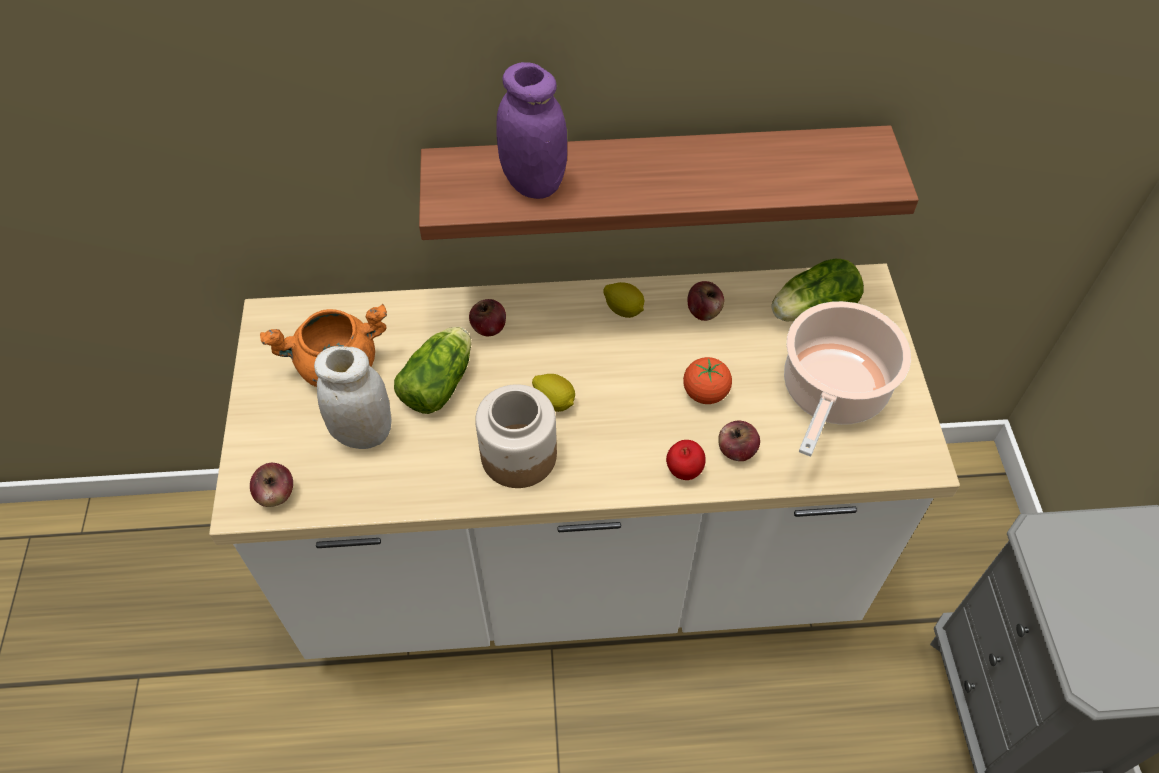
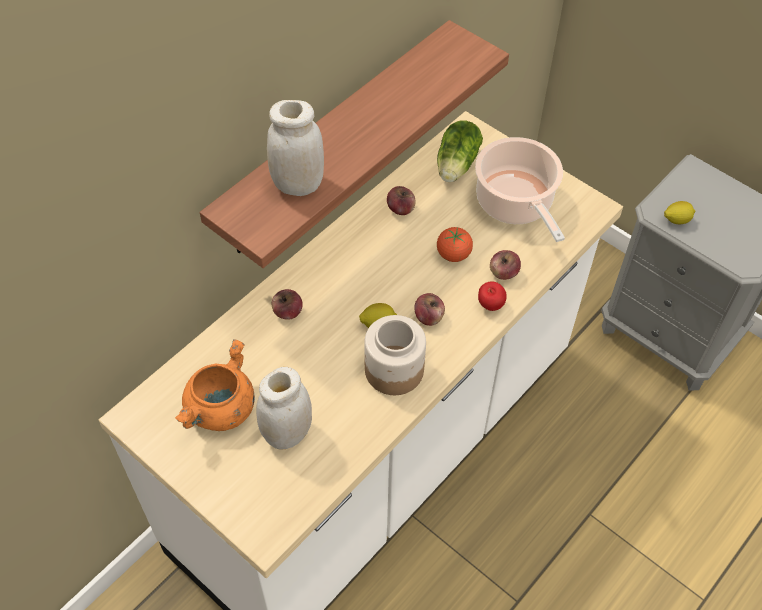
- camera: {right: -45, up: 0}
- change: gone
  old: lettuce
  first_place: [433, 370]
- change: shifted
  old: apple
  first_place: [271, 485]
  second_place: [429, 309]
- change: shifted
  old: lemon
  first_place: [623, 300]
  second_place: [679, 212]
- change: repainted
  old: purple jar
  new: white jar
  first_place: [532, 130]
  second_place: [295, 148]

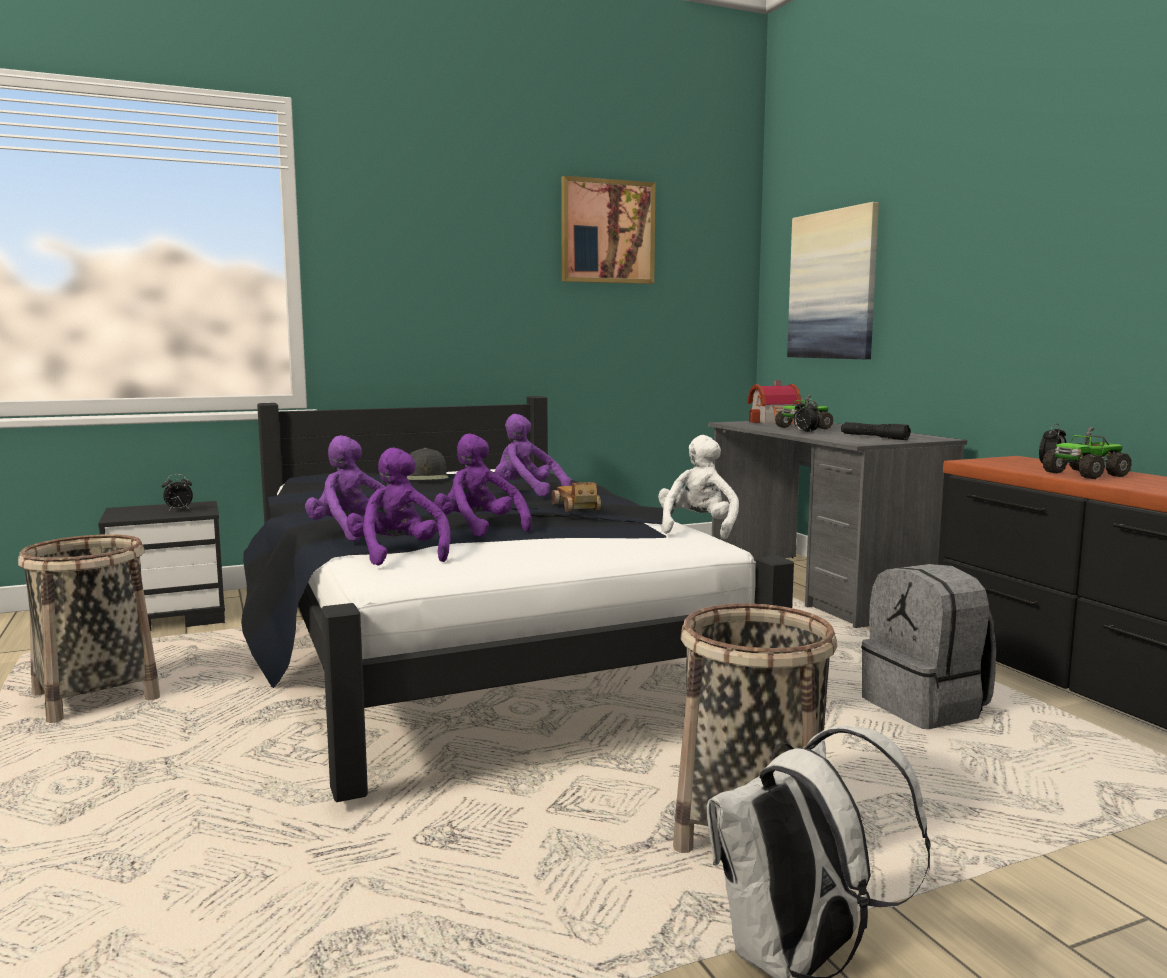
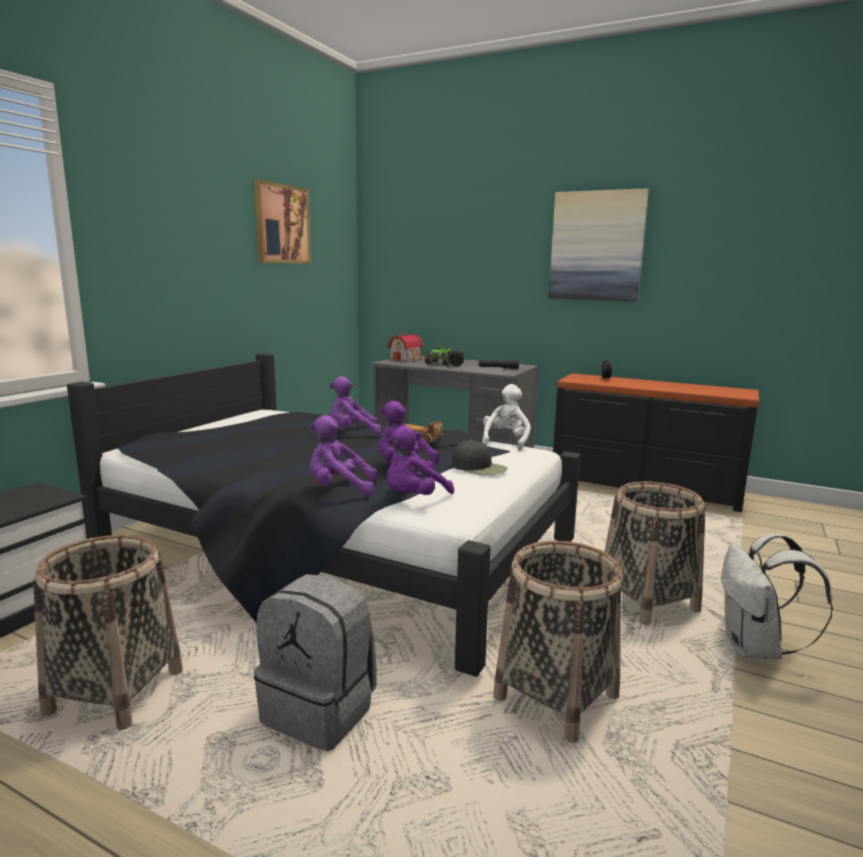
- camera: {right: -40, up: 5}
- change: gone
  old: alarm clock
  first_place: [177, 492]
- change: gone
  old: toy truck
  first_place: [1087, 453]
- change: new
  new: basket
  second_place: [558, 642]
- change: shifted
  old: black cap
  first_place: [428, 464]
  second_place: [480, 458]
- change: shifted
  old: picture
  first_place: [833, 280]
  second_place: [599, 245]
- change: shifted
  old: grey backpack
  first_place: [928, 646]
  second_place: [315, 662]
- change: rotated
  old: purple plush toy
  first_place: [398, 506]
  second_place: [420, 460]
  degrees: -75
- change: rotated
  old: white plush toy
  first_place: [698, 487]
  second_place: [506, 417]
  degrees: 45

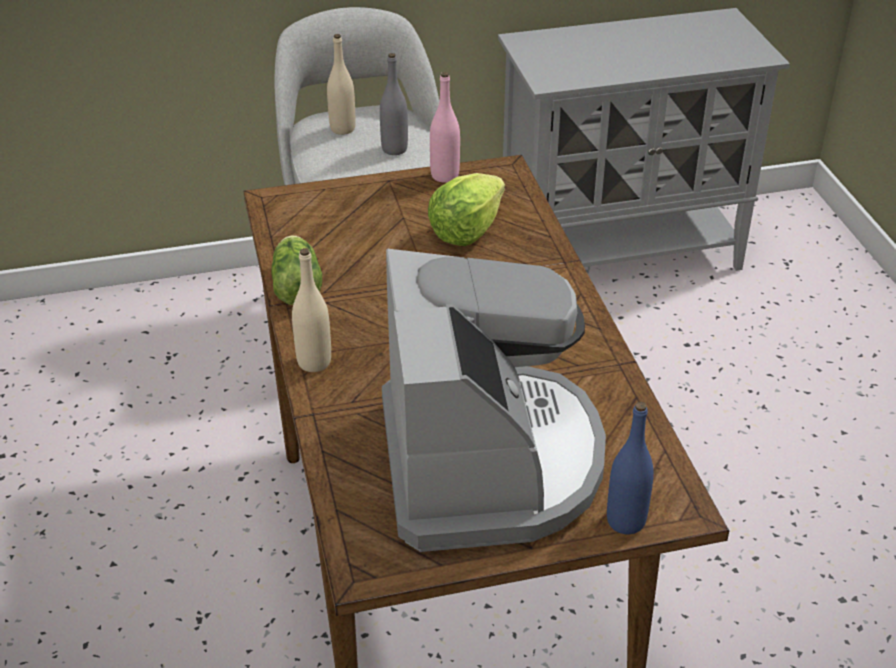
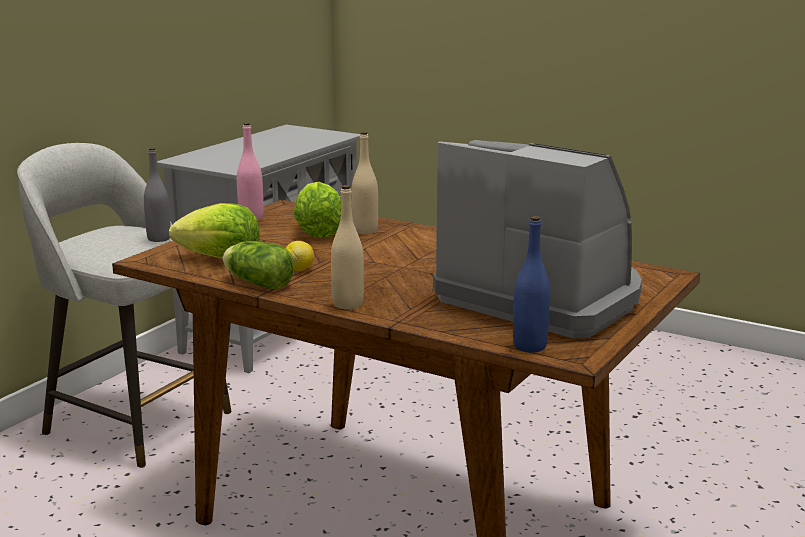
- camera: {right: -45, up: -20}
- change: new
  new: lettuce
  second_place: [214, 230]
- change: new
  new: lemon
  second_place: [300, 256]
- change: shifted
  old: beige bottle
  first_place: [341, 84]
  second_place: [364, 183]
- change: shifted
  old: blue bottle
  first_place: [630, 468]
  second_place: [531, 284]

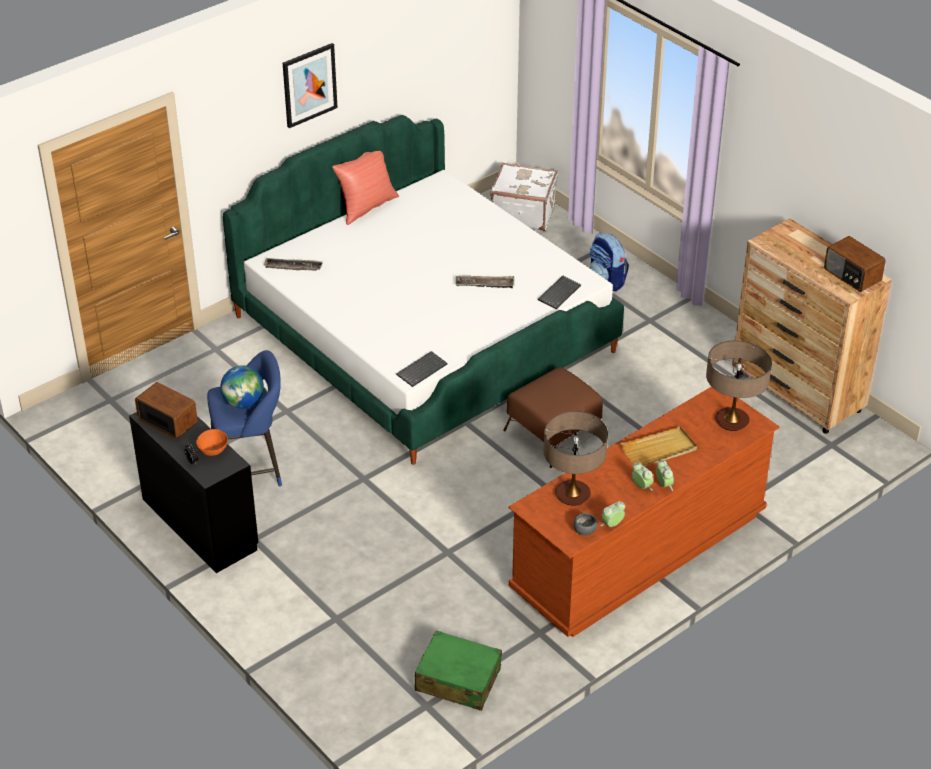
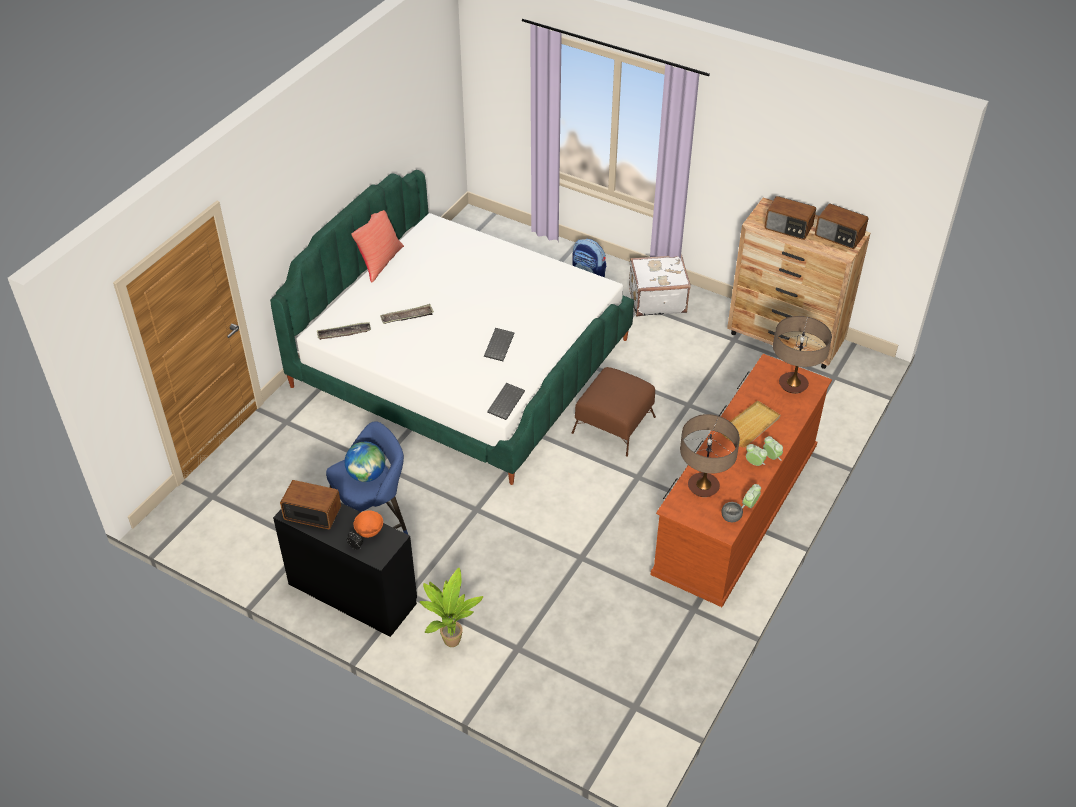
- camera: {right: -20, up: 5}
- change: gone
  old: picture
  first_place: [310, 85]
- change: gone
  old: green suitcase
  first_place: [458, 670]
- change: new
  new: potted plant
  second_place: [451, 607]
- change: new
  new: radio
  second_place: [790, 218]
- change: shifted
  old: tray
  first_place: [485, 282]
  second_place: [407, 314]
- change: shifted
  old: white suitcase
  first_place: [524, 197]
  second_place: [660, 286]
- change: shifted
  old: keyboard
  first_place: [559, 292]
  second_place: [499, 344]

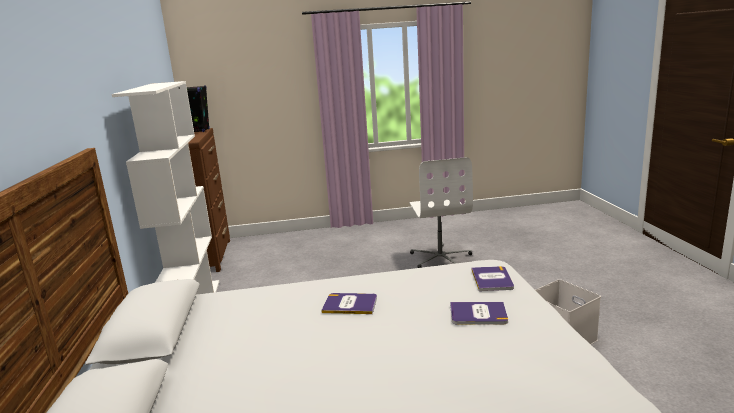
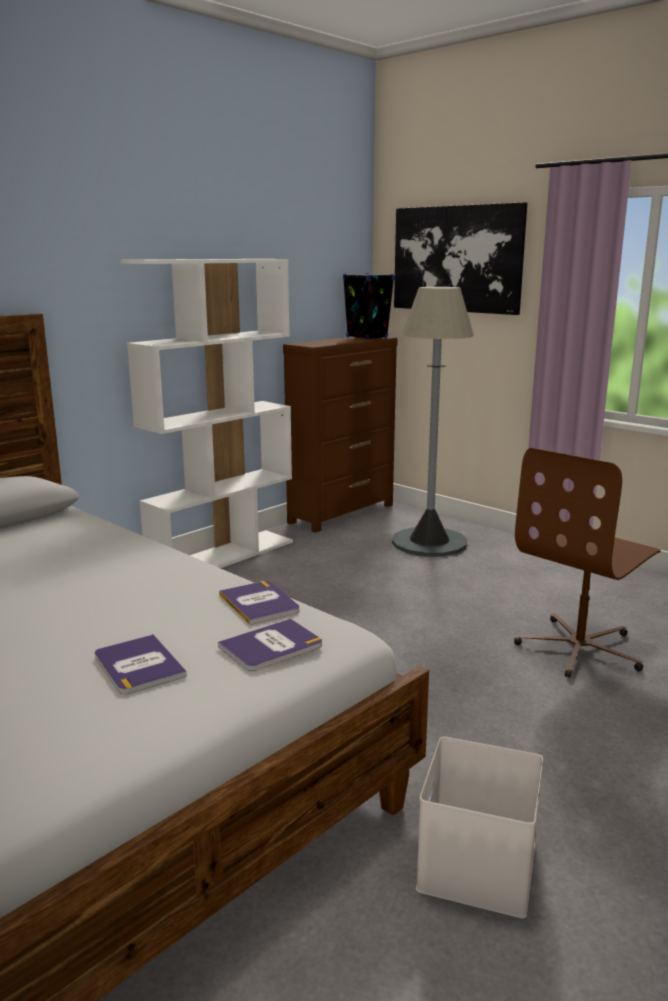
- camera: {right: 50, up: 0}
- change: new
  new: grey floor lamp
  second_place: [433, 422]
- change: new
  new: picture
  second_place: [460, 258]
- change: shifted
  old: book
  first_place: [349, 303]
  second_place: [259, 603]
- change: repainted
  old: white office chair
  new: brown office chair
  first_place: [441, 212]
  second_place: [587, 563]

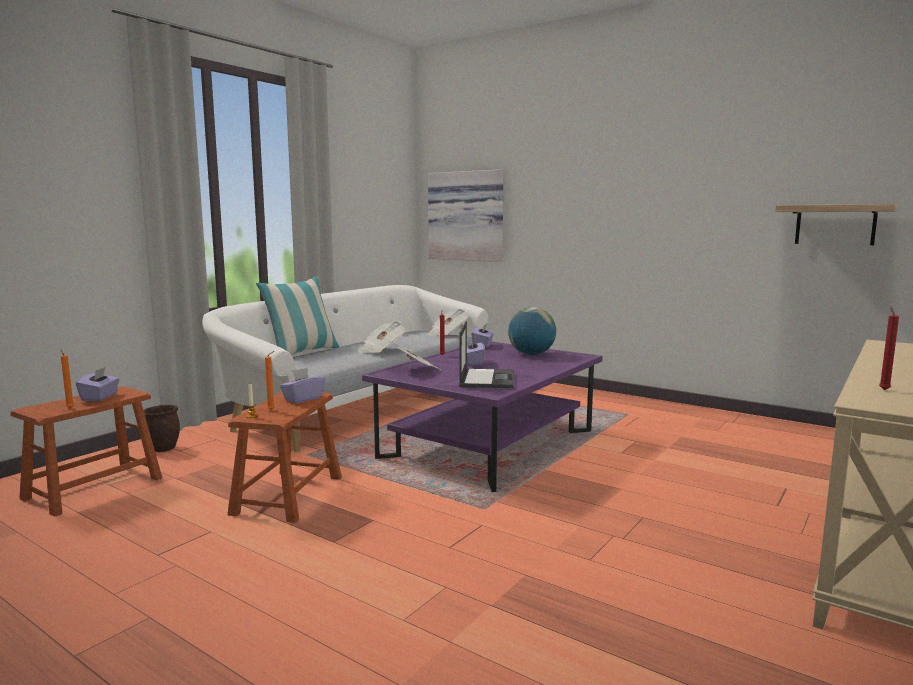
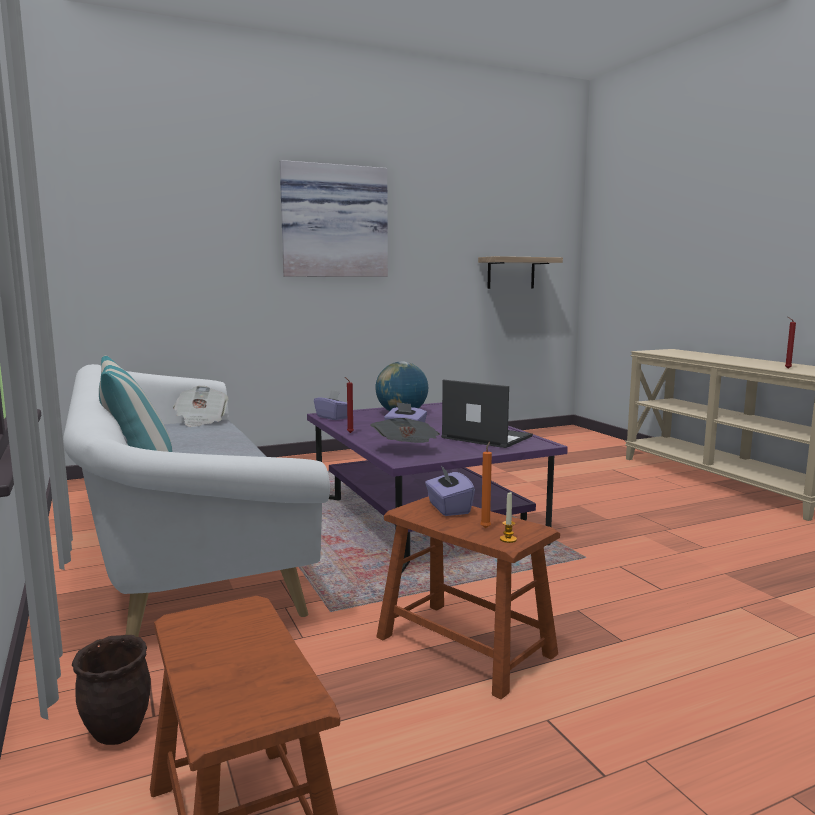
- camera: {right: -60, up: 0}
- change: gone
  old: orange candle
  first_place: [67, 378]
- change: gone
  old: purple tissue box
  first_place: [98, 384]
- change: gone
  old: newspaper
  first_place: [381, 337]
- change: shifted
  old: picture
  first_place: [466, 215]
  second_place: [334, 218]

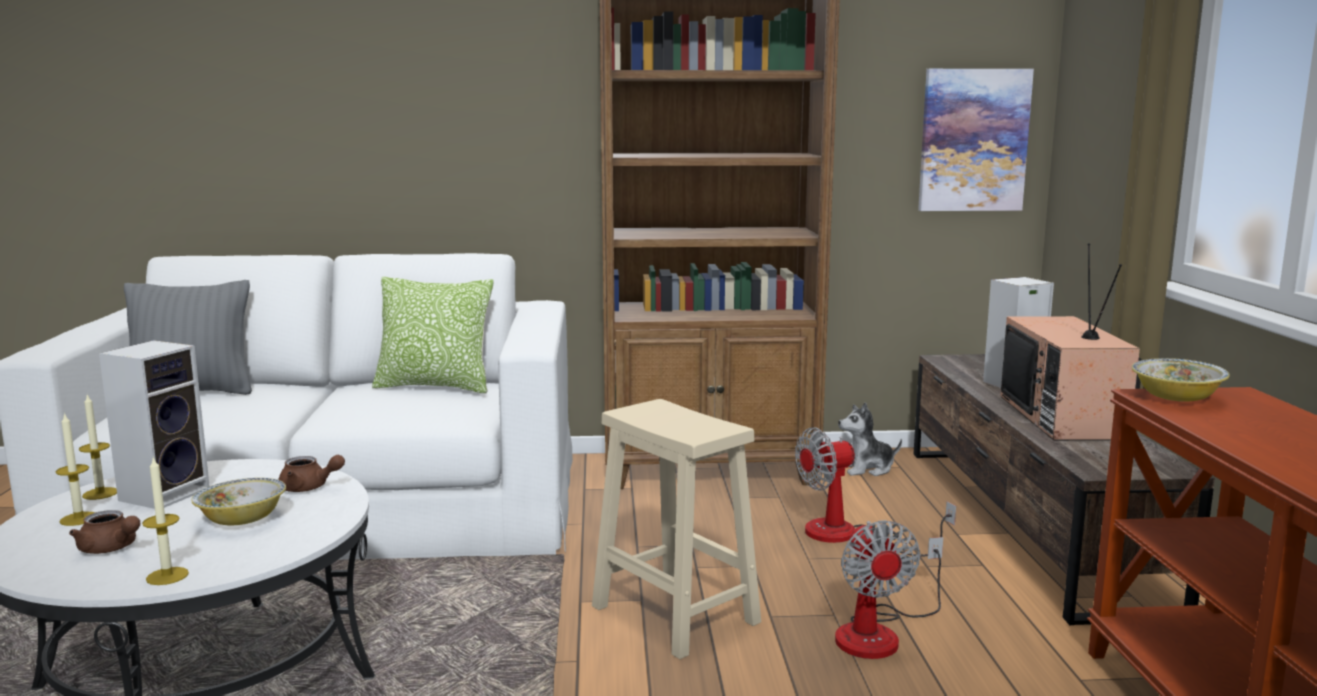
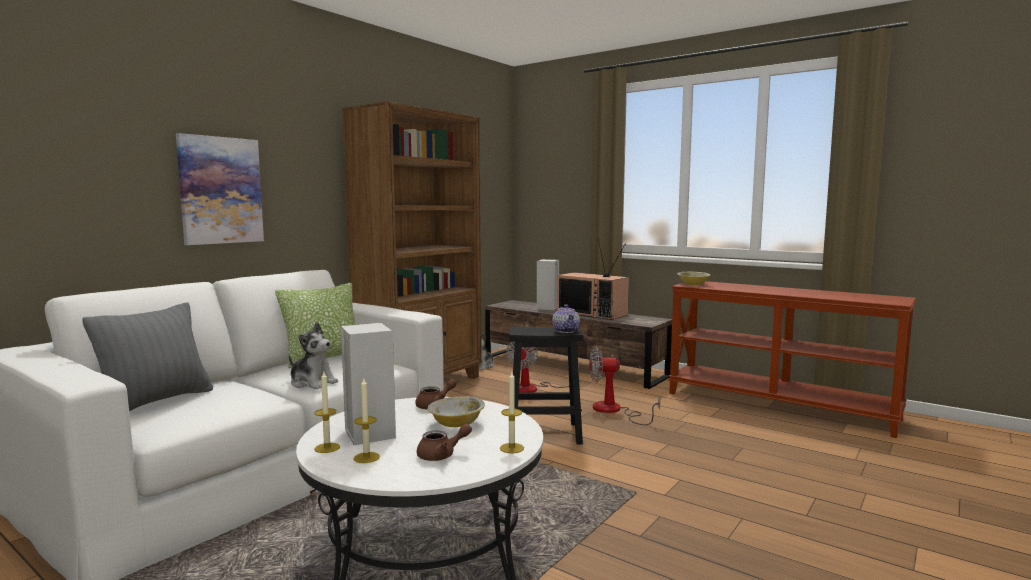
- camera: {right: -50, up: -5}
- change: new
  new: plush toy
  second_place: [313, 355]
- change: new
  new: teapot
  second_place: [566, 319]
- change: shifted
  old: picture
  first_place: [976, 140]
  second_place: [220, 189]
- change: repainted
  old: beige stool
  new: black stool
  first_place: [676, 529]
  second_place: [546, 385]
- change: rotated
  old: fan
  first_place: [889, 589]
  second_place: [624, 386]
  degrees: 150

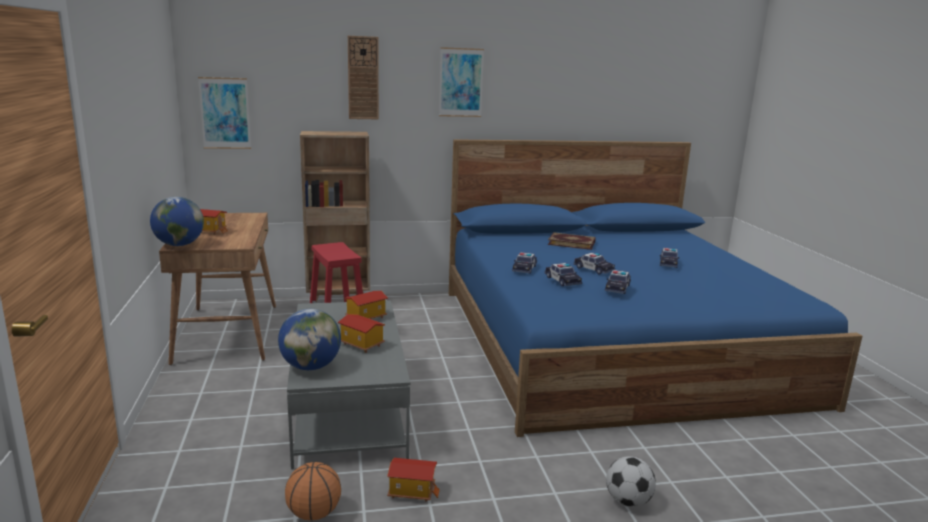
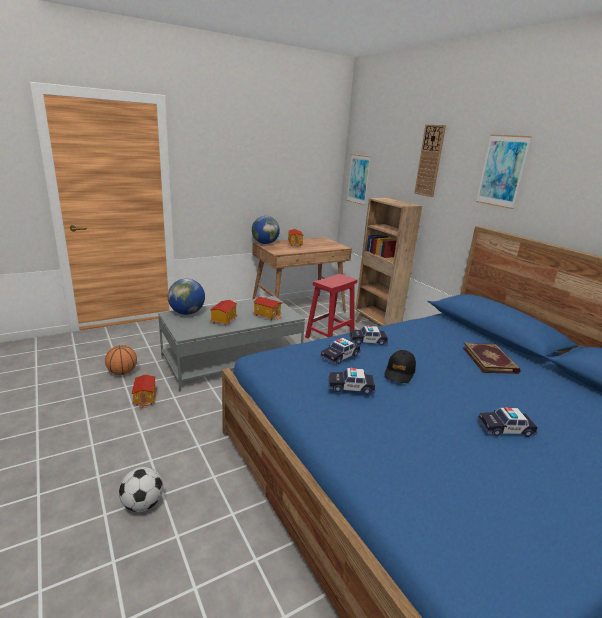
- camera: {right: 70, up: 5}
- change: swapped
  old: toy car
  new: black cap
  first_place: [594, 264]
  second_place: [400, 366]

